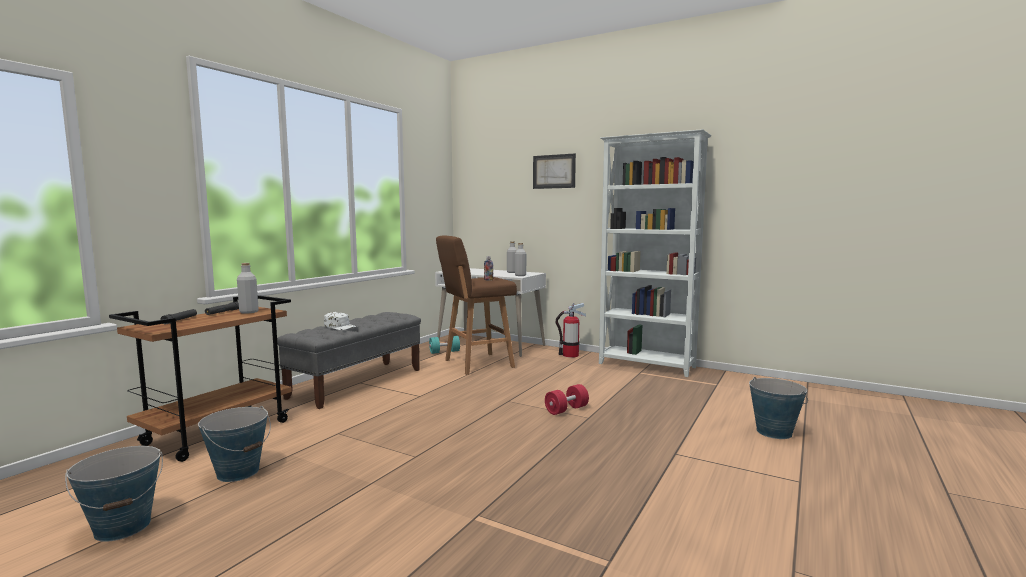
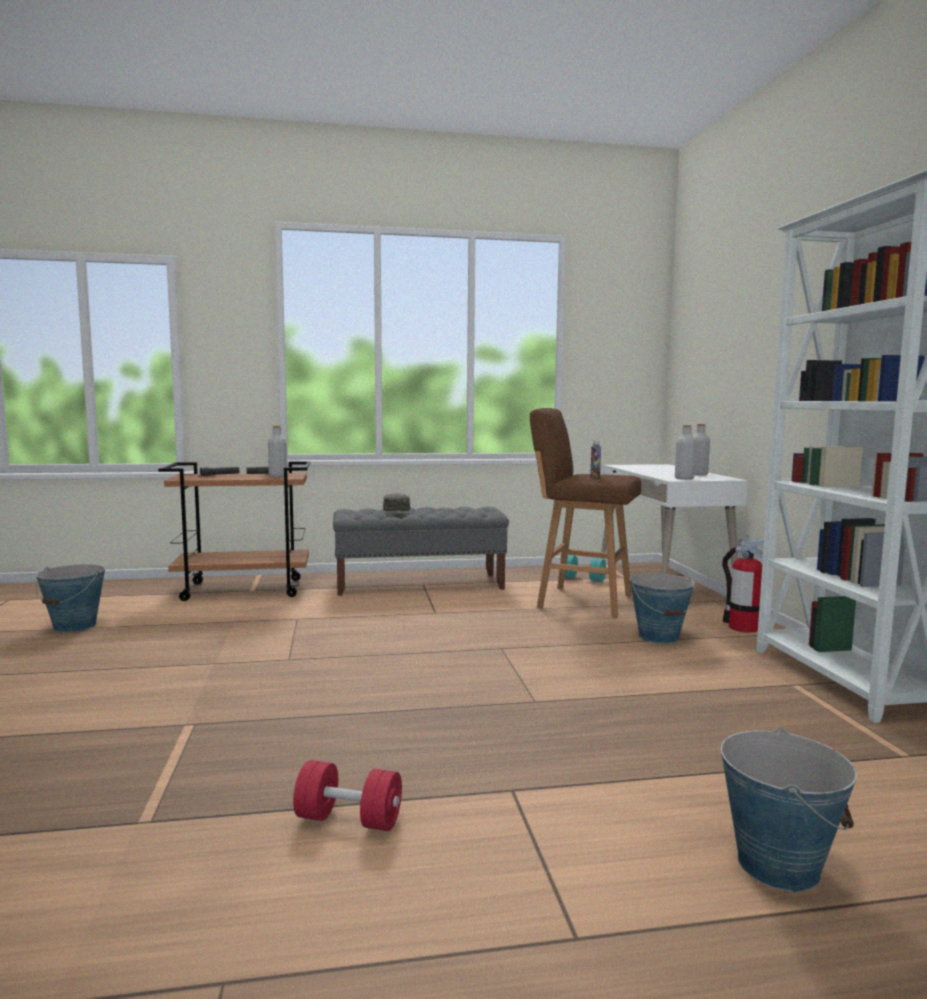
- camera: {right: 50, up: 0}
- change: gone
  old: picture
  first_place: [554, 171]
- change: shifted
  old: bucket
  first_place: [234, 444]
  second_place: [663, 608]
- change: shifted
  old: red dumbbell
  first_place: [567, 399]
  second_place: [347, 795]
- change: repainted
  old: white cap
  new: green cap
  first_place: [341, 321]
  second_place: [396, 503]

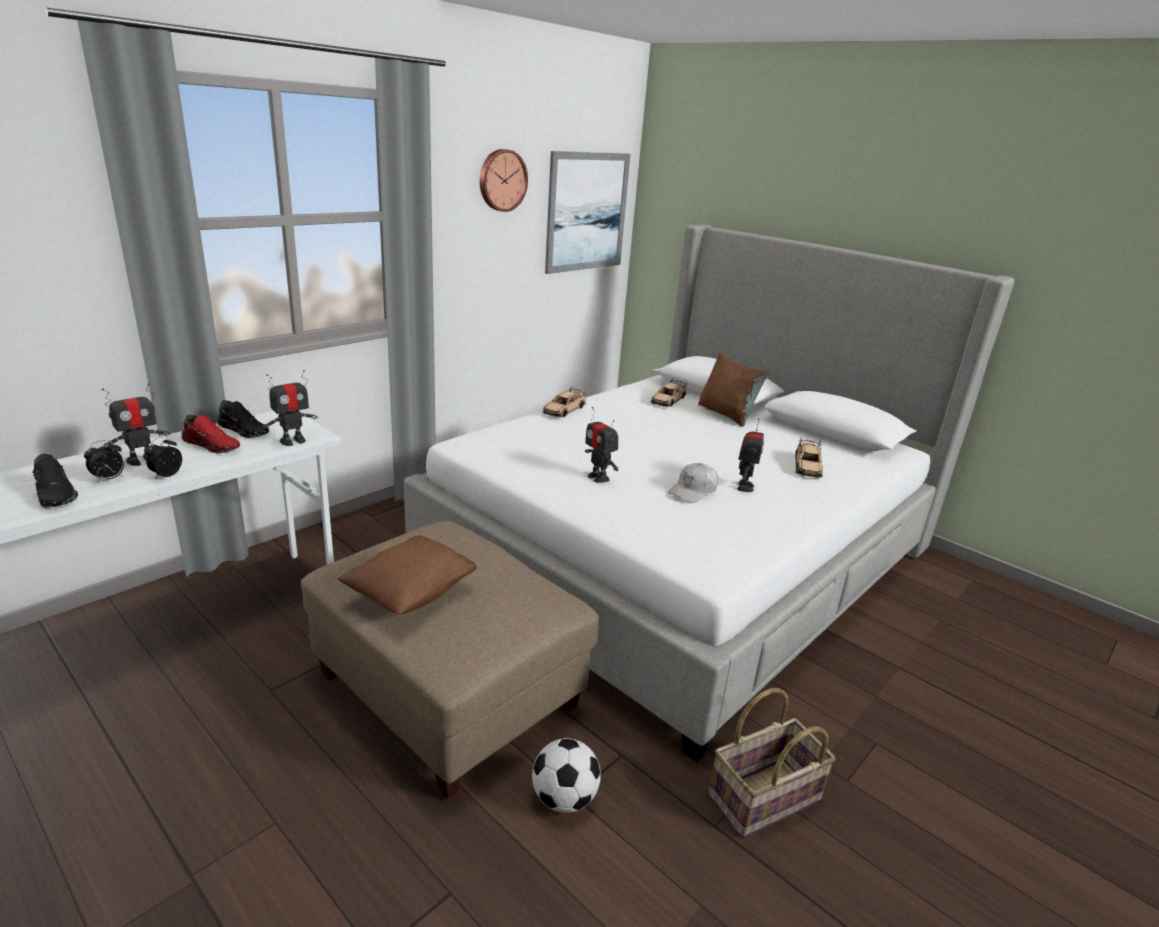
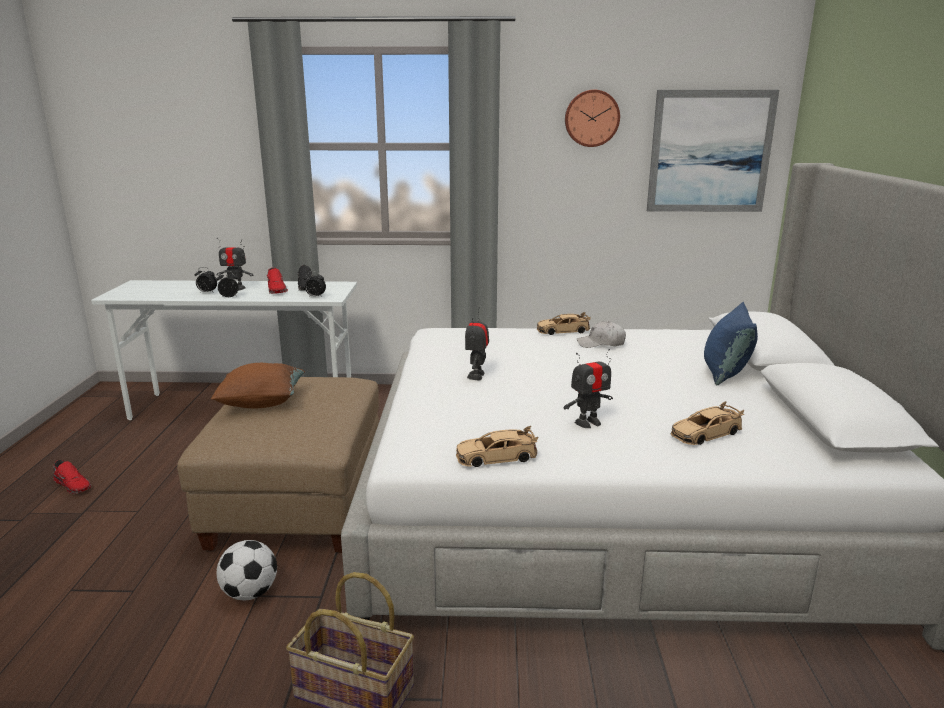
- camera: {right: 50, up: -5}
- change: gone
  old: black shoe
  first_place: [55, 481]
- change: new
  new: red shoe
  second_place: [72, 477]
- change: shifted
  old: beige toy car
  first_place: [669, 392]
  second_place: [497, 446]
- change: shifted
  old: white cap
  first_place: [693, 483]
  second_place: [601, 334]
- change: swapped
  old: toy robot
  new: alarm clock
  first_place: [290, 408]
  second_place: [315, 284]
- change: repainted
  old: brown pillow
  new: blue pillow
  first_place: [734, 390]
  second_place: [731, 344]

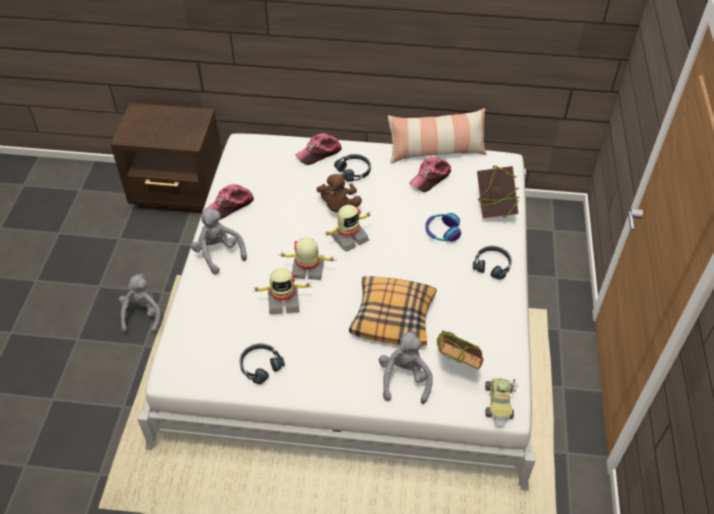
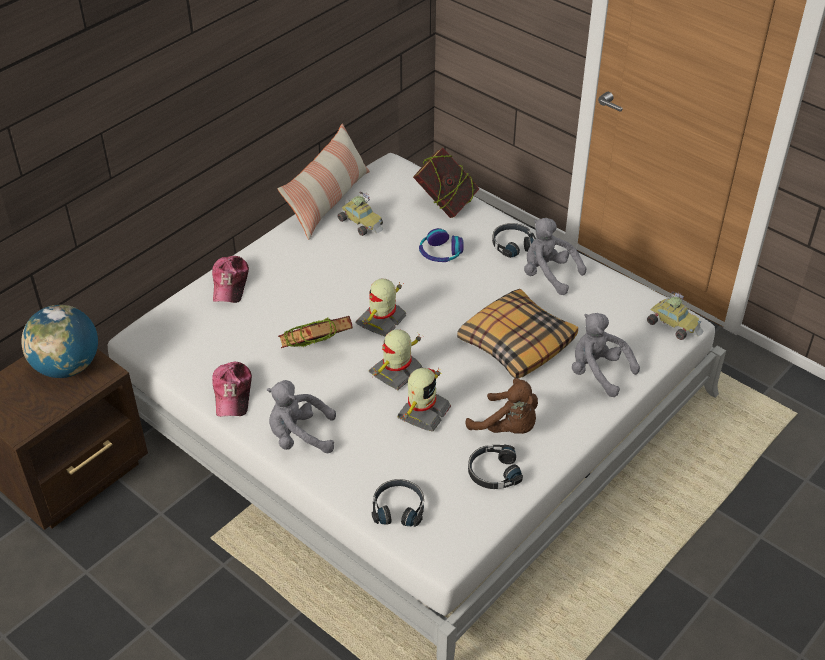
- camera: {right: -55, up: -5}
- change: new
  new: globe
  second_place: [59, 341]
- change: shifted
  old: grey plush toy
  first_place: [140, 304]
  second_place: [555, 256]
- change: shifted
  old: brown plush toy
  first_place: [339, 193]
  second_place: [502, 406]
- change: shifted
  old: black headphones
  first_place: [352, 168]
  second_place: [397, 503]
- change: shifted
  old: book
  first_place: [460, 350]
  second_place: [315, 332]
- change: swapped
  old: cap
  new: toy car
  first_place: [430, 174]
  second_place: [360, 214]
- change: rotated
  old: toy robot
  first_place: [347, 228]
  second_place: [381, 308]
  degrees: -150

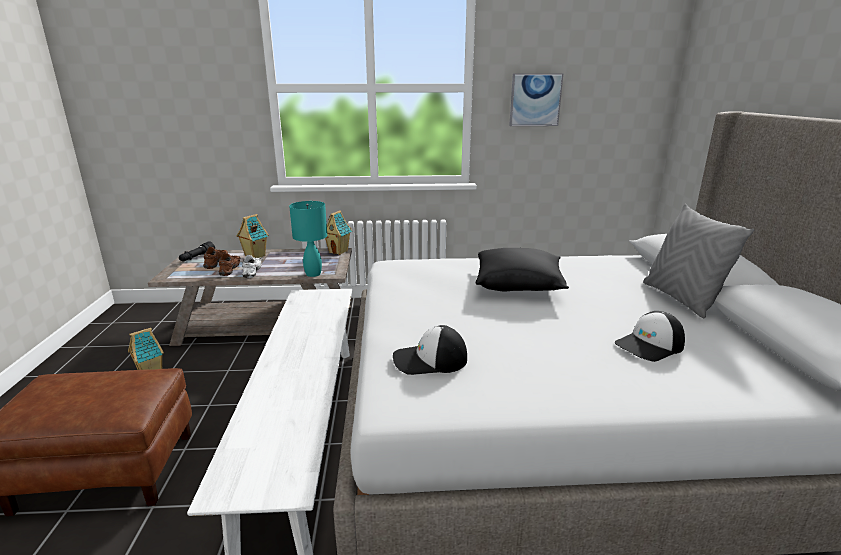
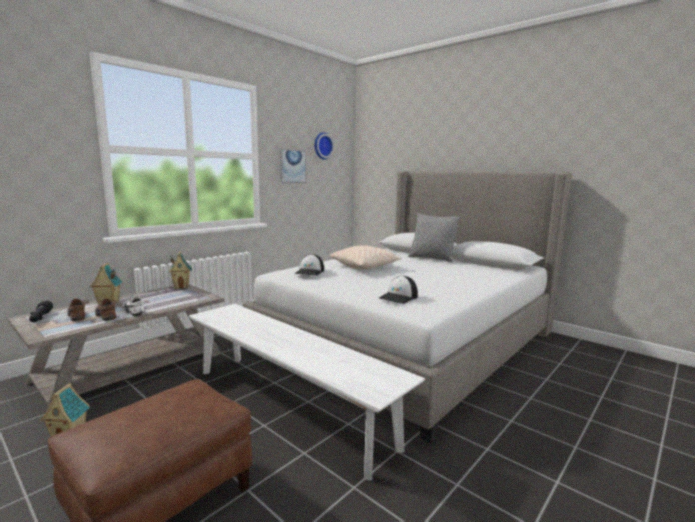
- camera: {right: -45, up: -10}
- change: gone
  old: turquoise table lamp
  first_place: [308, 239]
- change: new
  new: wall clock
  second_place: [324, 146]
- change: shifted
  old: cap
  first_place: [650, 336]
  second_place: [309, 265]
- change: repainted
  old: black pillow
  new: beige pillow
  first_place: [522, 269]
  second_place: [365, 257]

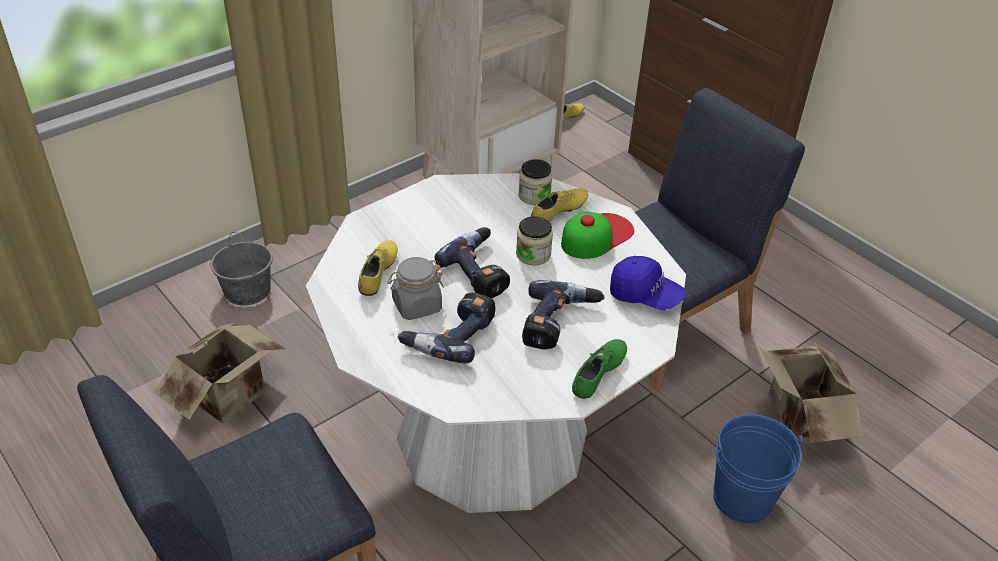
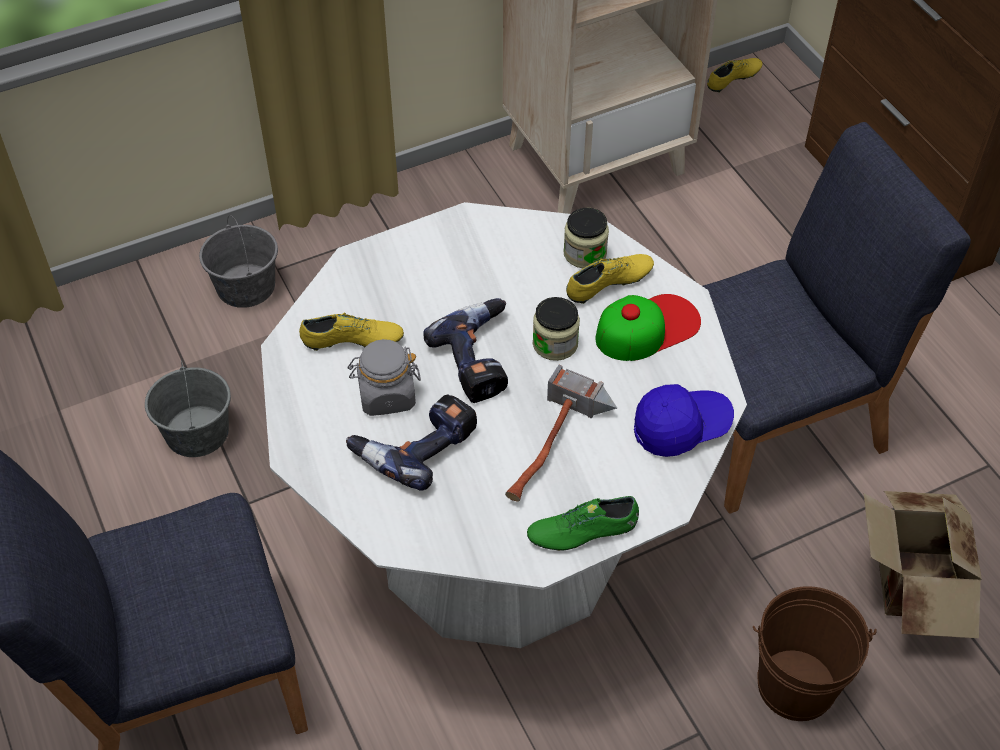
- camera: {right: 15, up: 10}
- change: swapped
  old: cardboard box
  new: grey bucket
  first_place: [219, 373]
  second_place: [188, 408]
- change: swapped
  old: power drill
  new: hammer
  first_place: [563, 314]
  second_place: [561, 433]
- change: repainted
  old: blue bucket
  new: brown bucket
  first_place: [757, 468]
  second_place: [815, 653]
- change: rotated
  old: yellow shoe
  first_place: [378, 268]
  second_place: [351, 331]
  degrees: 60
- change: rotated
  old: green shoe
  first_place: [599, 369]
  second_place: [583, 523]
  degrees: -150
- change: rotated
  old: blue cap
  first_place: [648, 283]
  second_place: [684, 420]
  degrees: -60

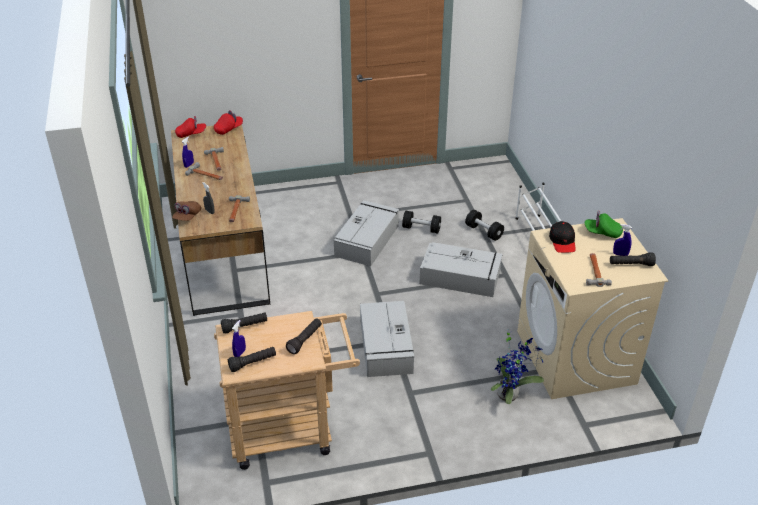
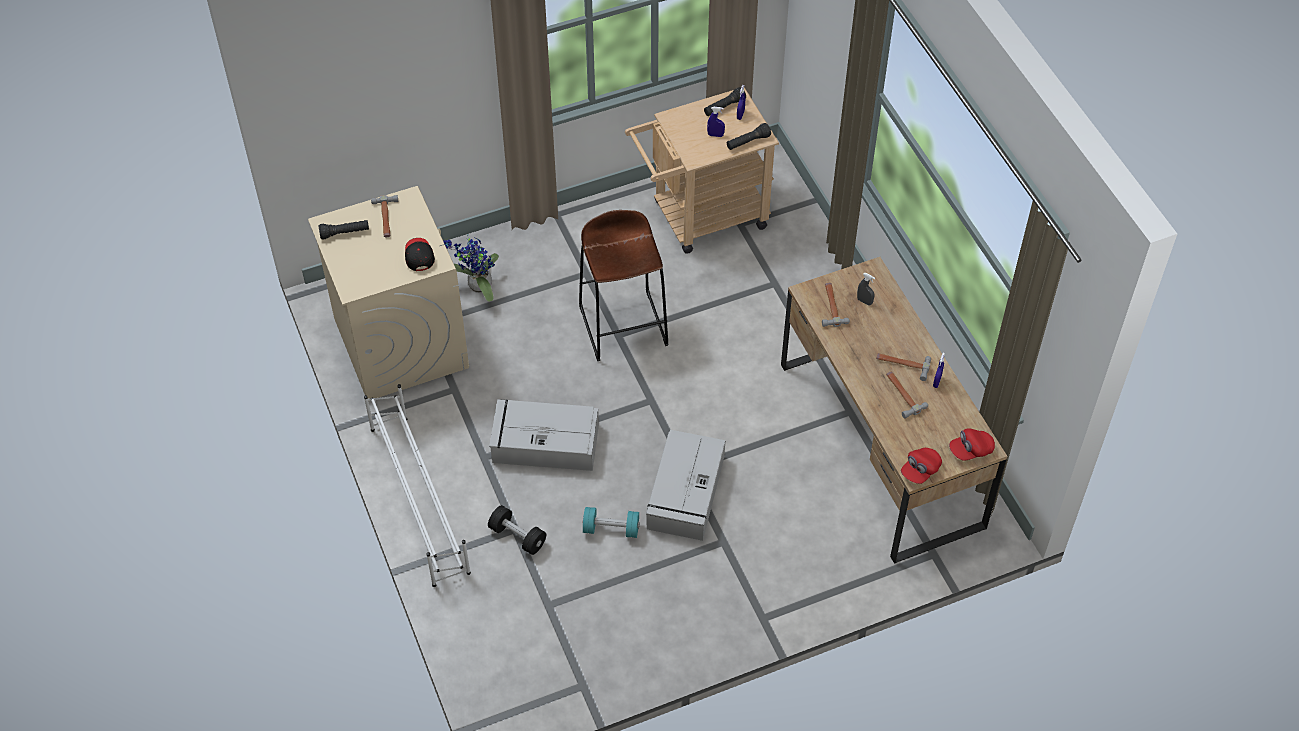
- camera: {right: 170, up: 15}
- change: gone
  old: brown cap
  first_place: [186, 211]
- change: gone
  old: black flashlight
  first_place: [304, 336]
- change: gone
  old: green cap
  first_place: [604, 224]
- change: shifted
  old: blue spray bottle
  first_place: [622, 240]
  second_place: [716, 122]
- change: swapped
  old: grey storage box
  new: brown stool
  first_place: [387, 339]
  second_place: [623, 285]
- change: repainted
  old: black dumbbell
  new: turquoise dumbbell
  first_place: [421, 222]
  second_place: [611, 522]

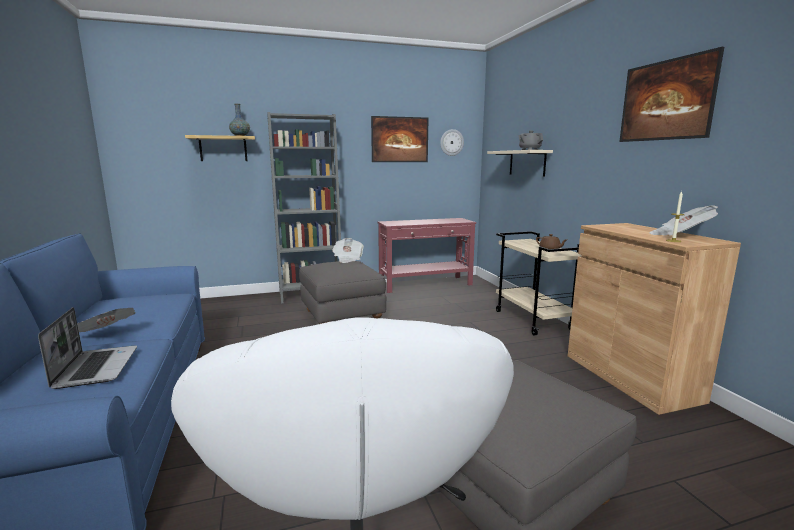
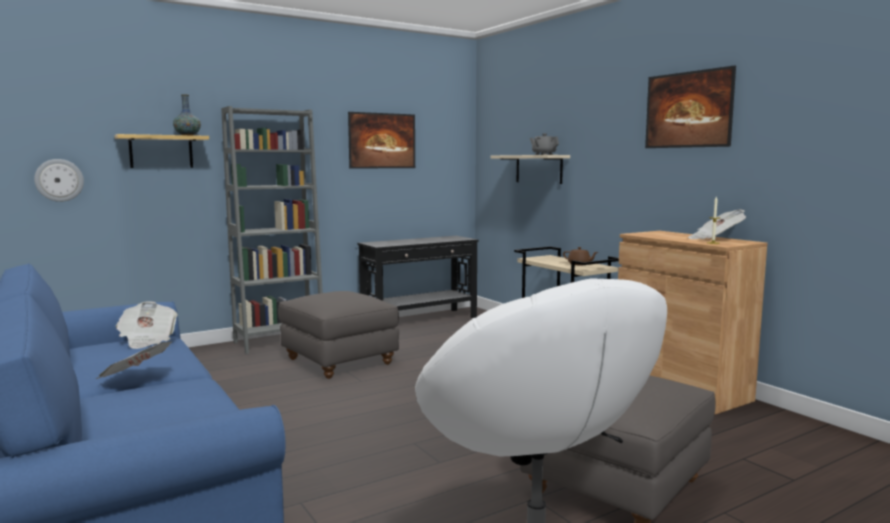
- camera: {right: -15, up: -5}
- change: gone
  old: laptop
  first_place: [87, 348]
- change: shifted
  old: newspaper
  first_place: [348, 250]
  second_place: [146, 325]
- change: shifted
  old: wall clock
  first_place: [452, 142]
  second_place: [59, 180]
- change: repainted
  old: red console table
  new: black console table
  first_place: [426, 255]
  second_place: [418, 277]

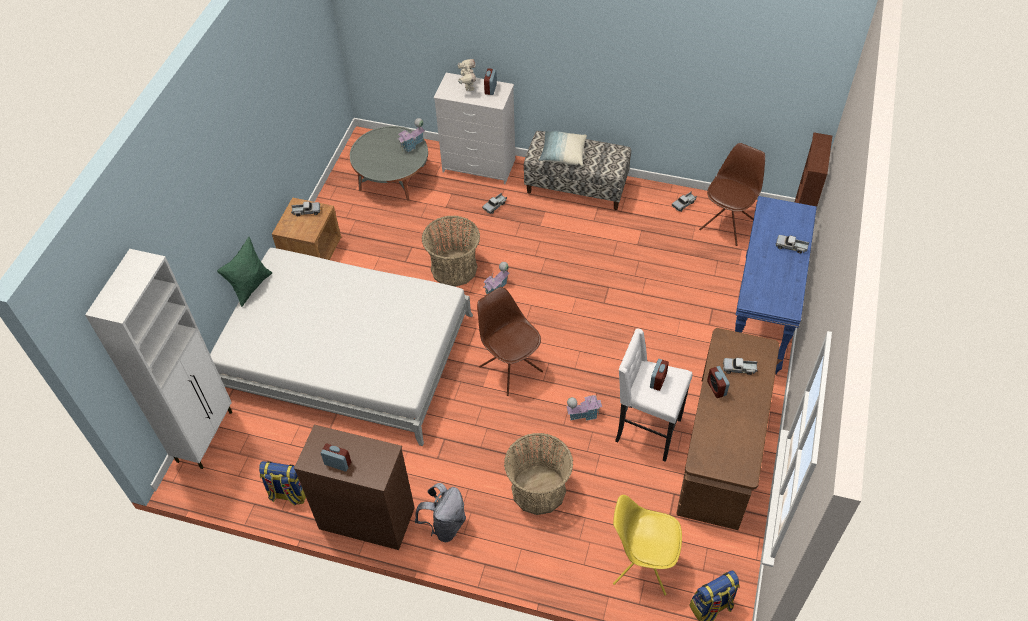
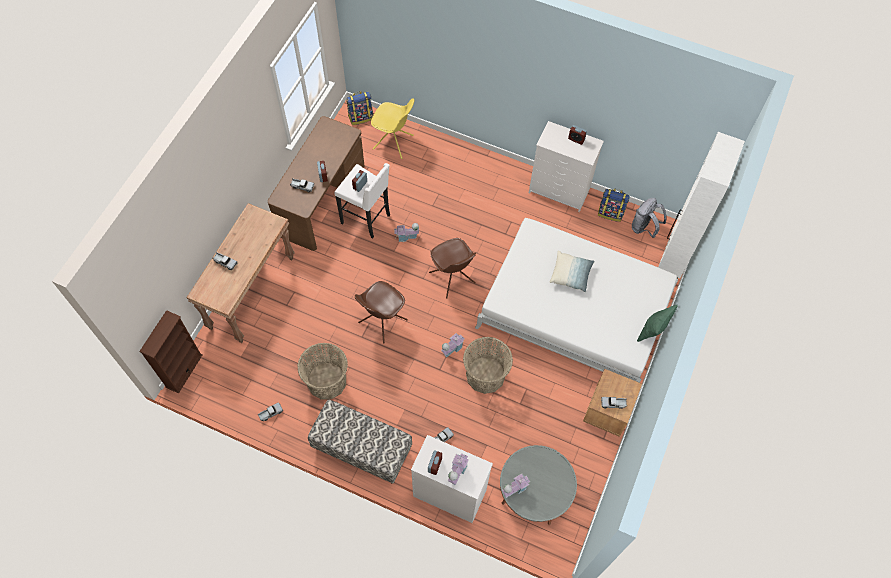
- camera: {right: -175, up: 10}
- change: shifted
  old: grey backpack
  first_place: [440, 512]
  second_place: [649, 218]
- change: shifted
  old: basket
  first_place: [538, 474]
  second_place: [322, 371]
- change: shifted
  old: pillow
  first_place: [563, 148]
  second_place: [572, 271]
- change: shifted
  old: brown chair
  first_place: [732, 194]
  second_place: [381, 312]
- change: swapped
  old: toy robot
  new: toy house
  first_place: [466, 75]
  second_place: [458, 469]
- change: repainted
  old: brown dresser
  new: white dresser
  first_place: [354, 487]
  second_place: [566, 166]
- change: repainted
  old: blue console table
  new: brown console table
  first_place: [776, 285]
  second_place: [240, 273]

